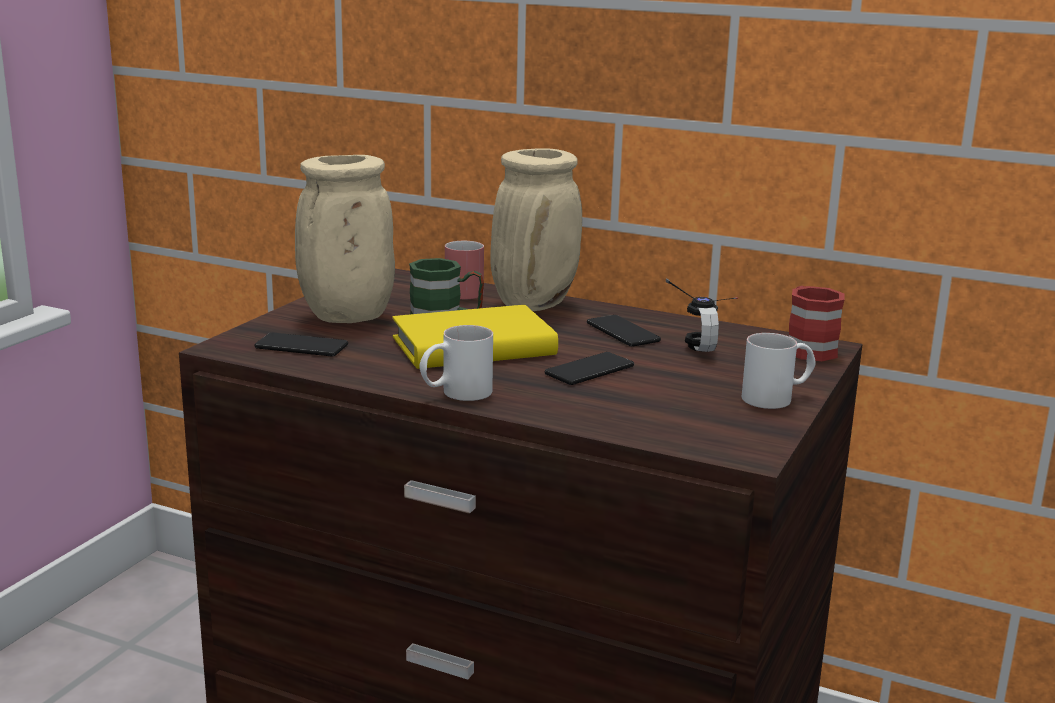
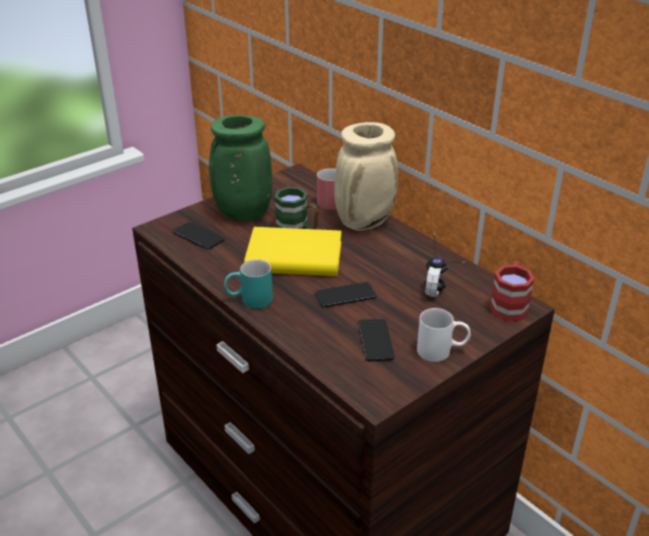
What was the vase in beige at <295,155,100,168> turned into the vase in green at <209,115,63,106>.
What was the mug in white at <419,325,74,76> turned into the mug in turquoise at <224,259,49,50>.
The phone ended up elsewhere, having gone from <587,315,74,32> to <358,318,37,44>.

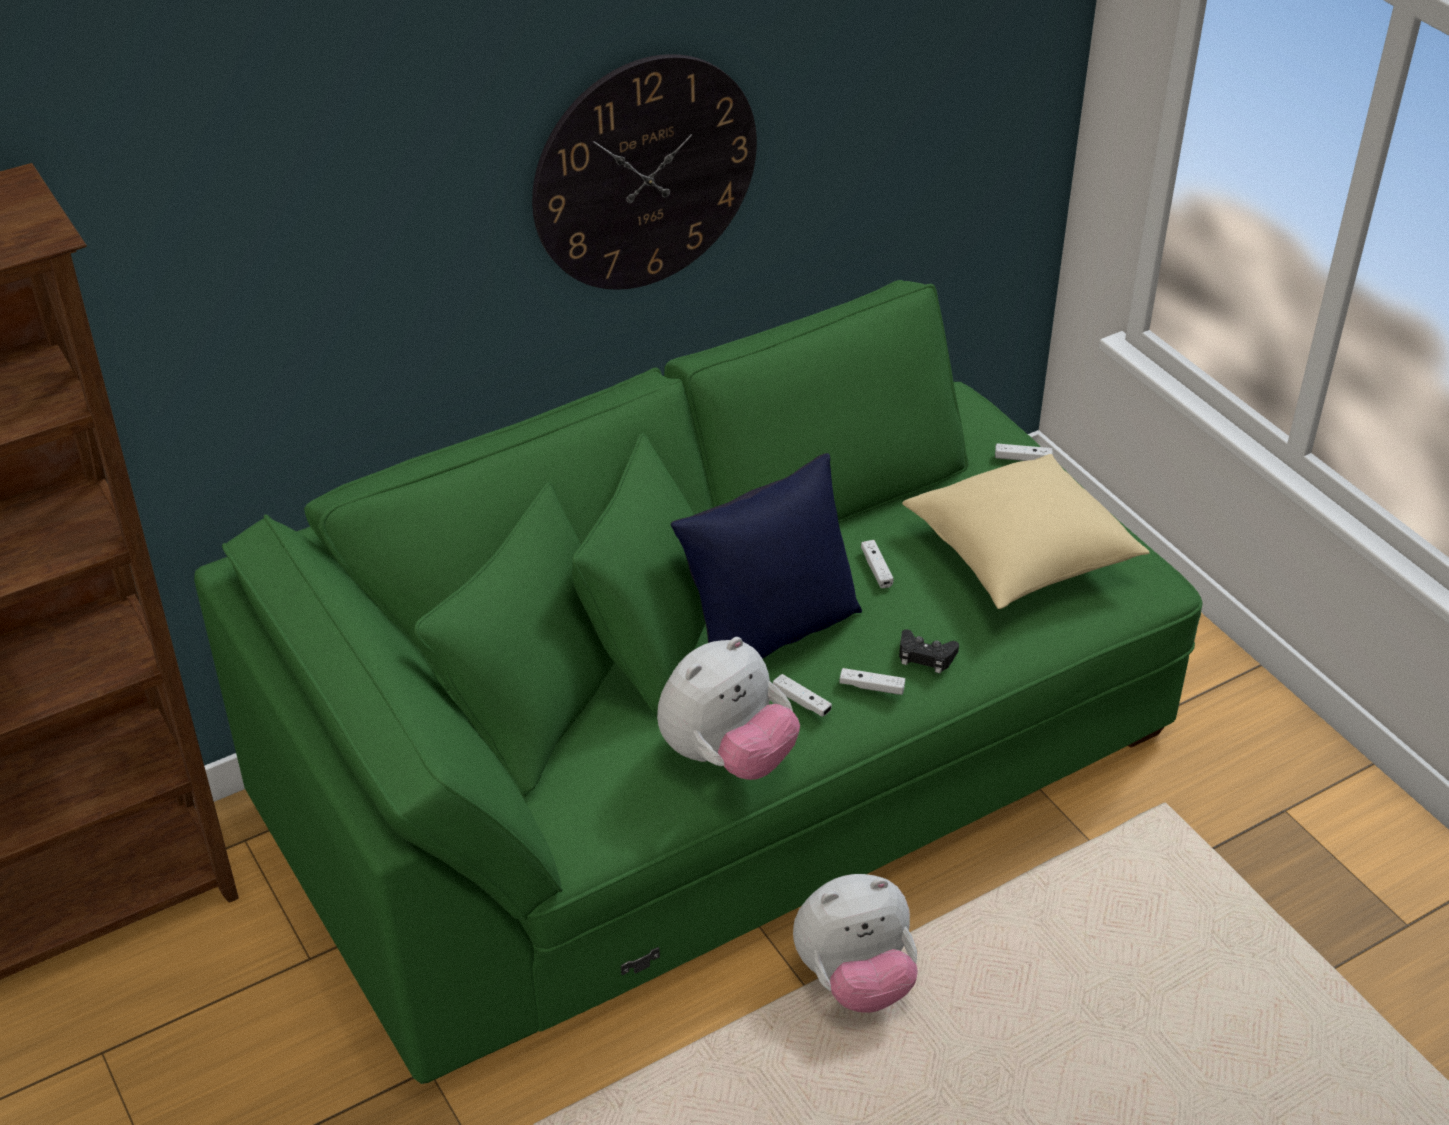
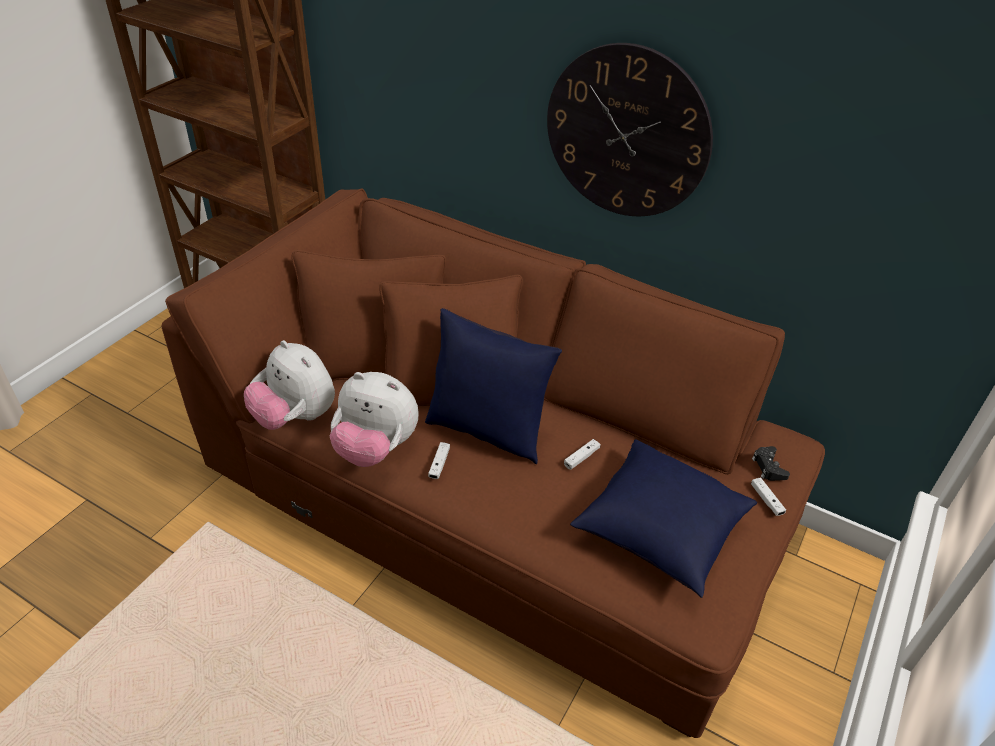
What was the sofa in green at <194,280,1009,804> turned into the sofa in brown at <161,188,664,550>.
The plush toy ended up elsewhere, having gone from <793,874,125,139> to <244,340,91,90>.
What was the pillow in beige at <902,454,248,155> turned into the pillow in blue at <570,439,187,159>.
The game controller in black ended up elsewhere, having gone from <899,629,60,44> to <752,446,38,35>.
The second view lost the game controller in white at <839,668,66,27>.

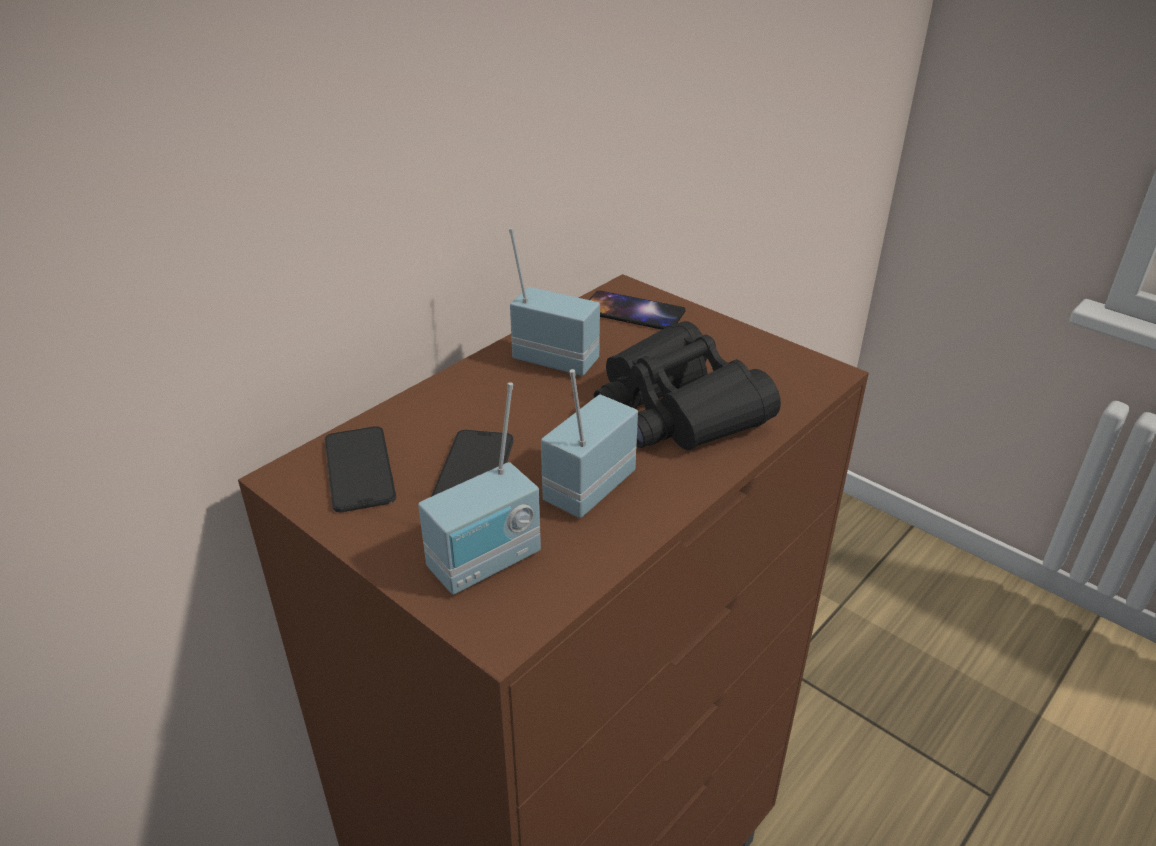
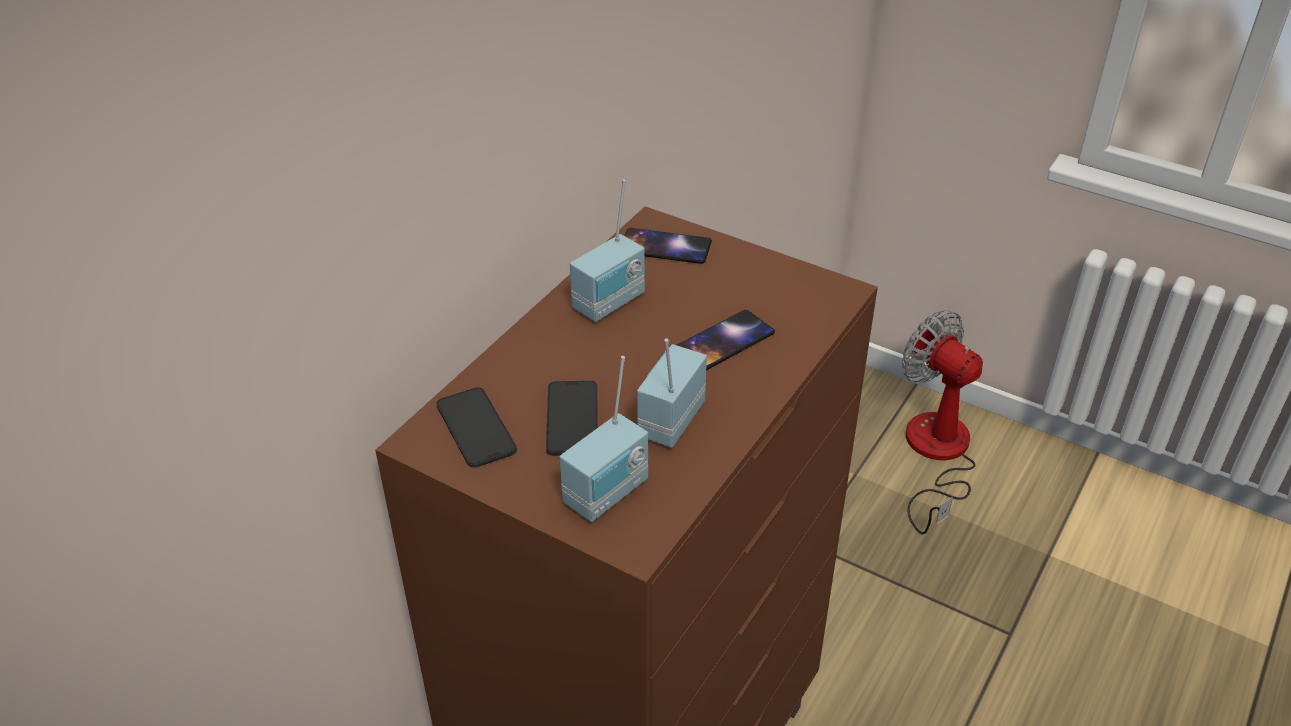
The radio at <509,228,91,148> ended up facing another way, 120 degrees clockwise from before.
Where the binoculars in black stood at <594,321,187,129>, the phone came to stand at <677,310,98,60>.
The second view gained the fan at <902,310,81,224>.

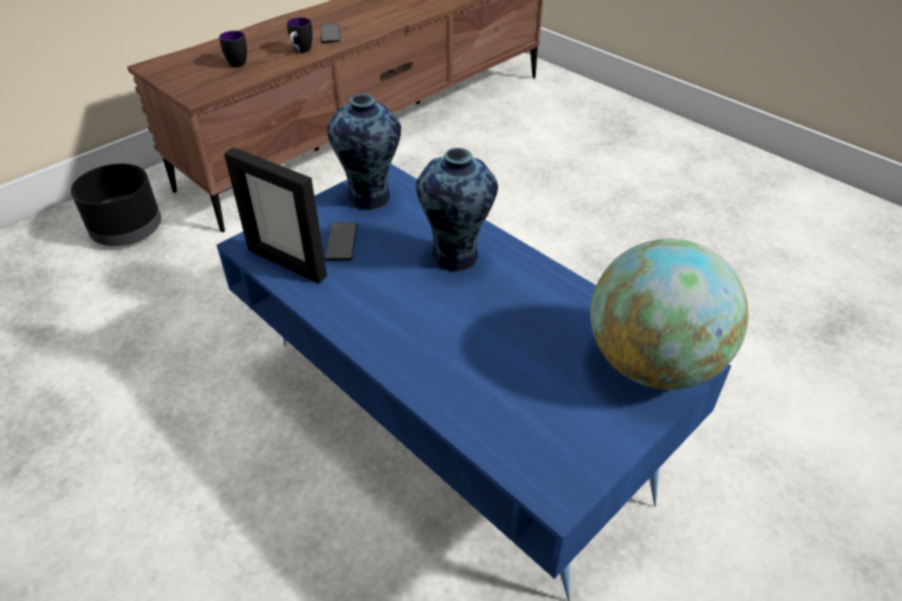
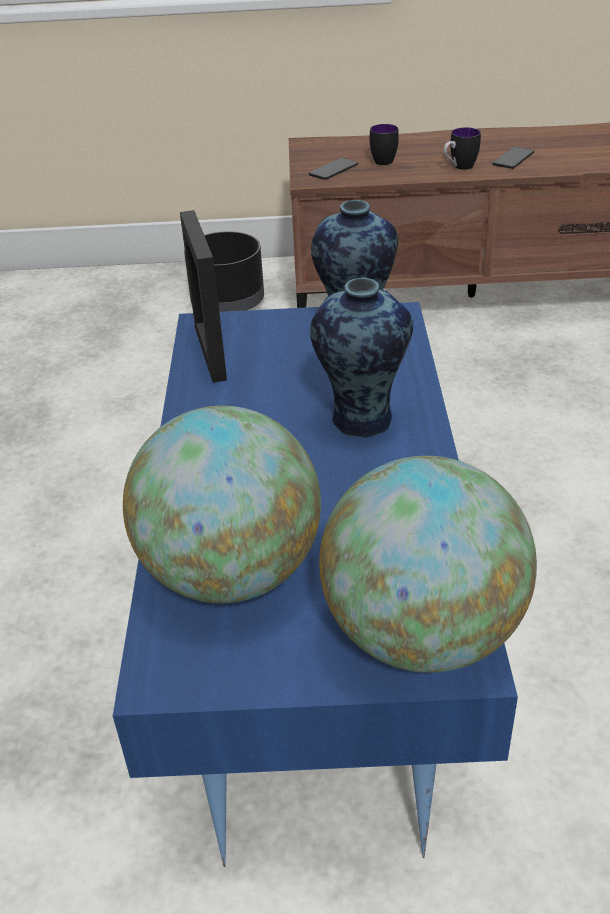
The second view gained the globe at <123,406,198,197>.
The phone ended up elsewhere, having gone from <325,222,32,39> to <309,158,49,22>.

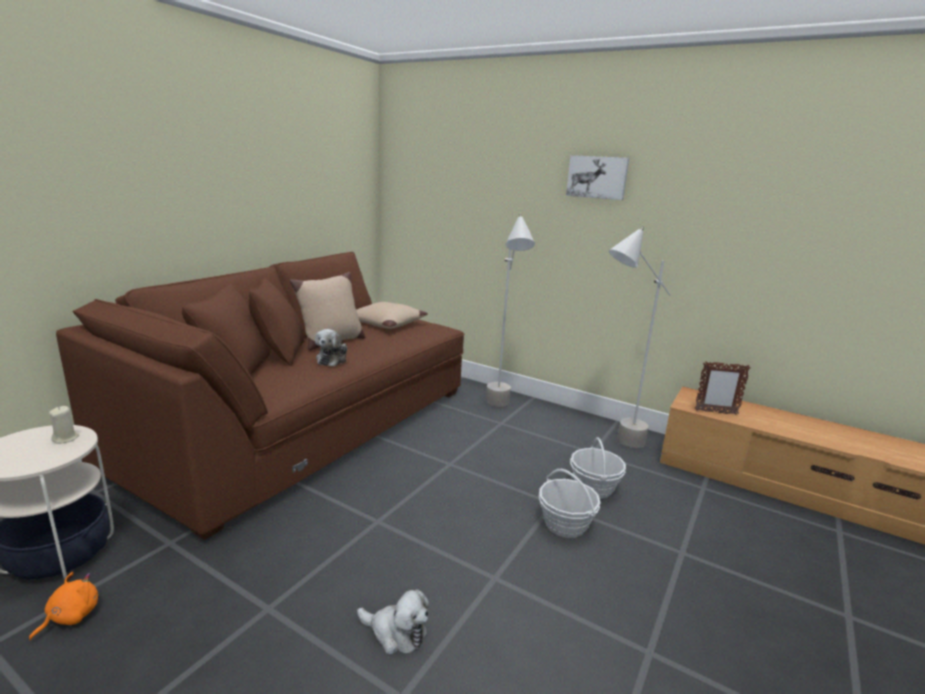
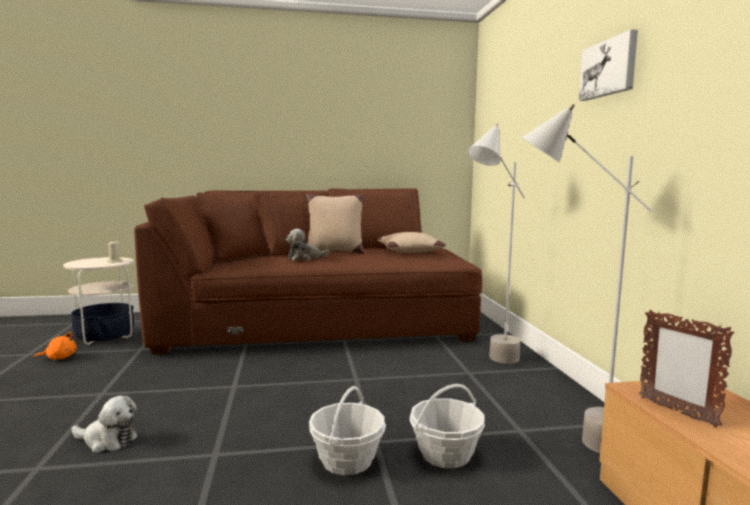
The plush toy at <357,589,72,66> ended up facing another way, 60 degrees counterclockwise from before.

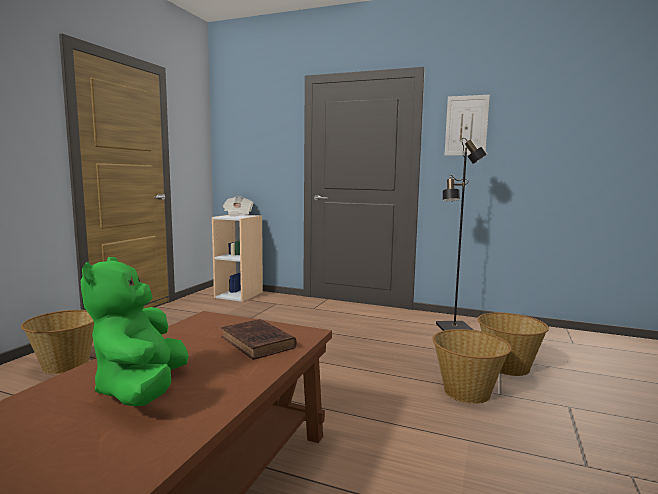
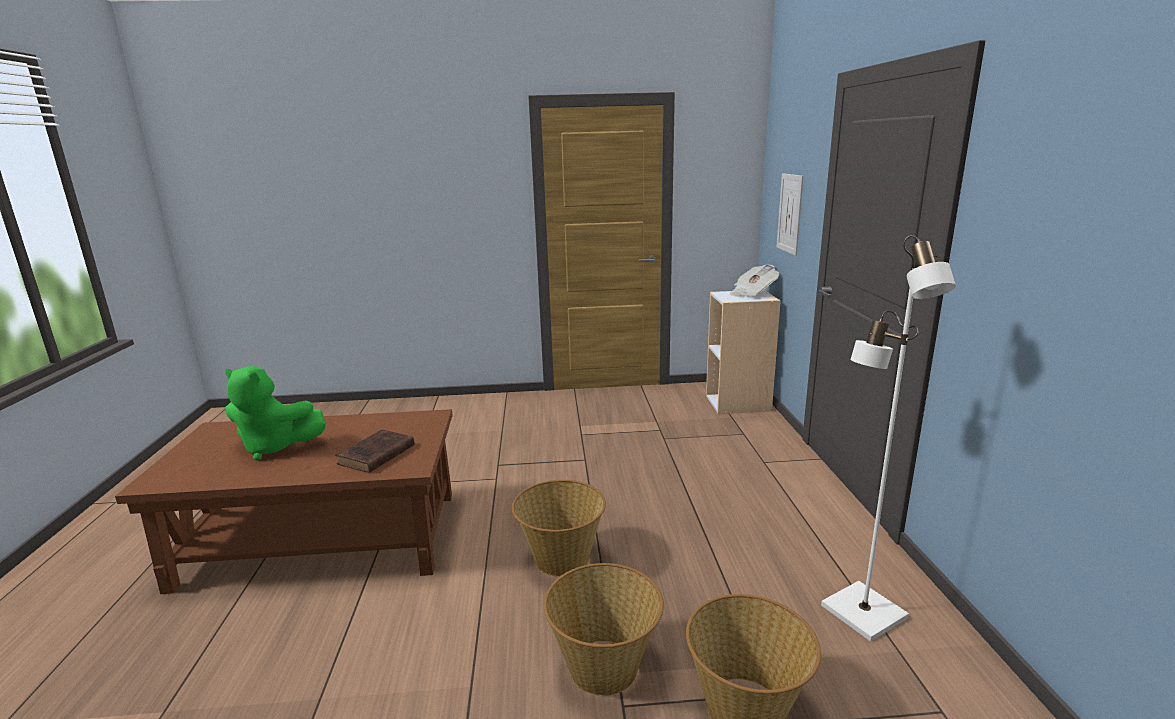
The plush toy in green at <81,257,108,149> ended up facing another way, 135 degrees counterclockwise from before.
The basket ended up elsewhere, having gone from <21,310,73,64> to <512,480,94,97>.
The picture ended up elsewhere, having gone from <445,95,45,61> to <777,173,27,83>.
What was the floor lamp in black at <436,138,51,193> turned into the floor lamp in white at <821,235,135,407>.

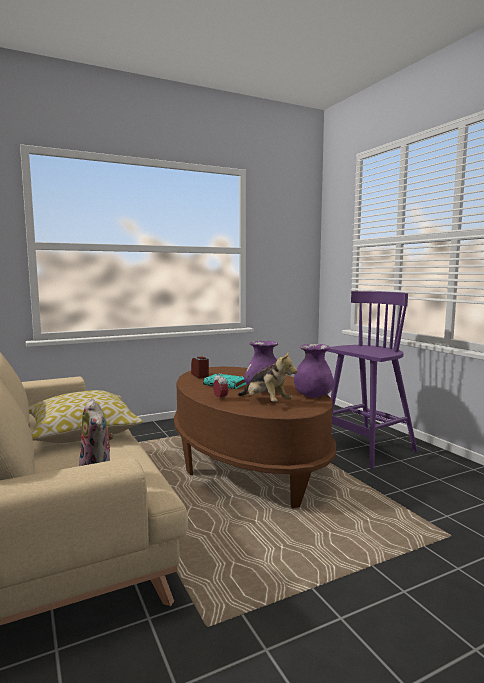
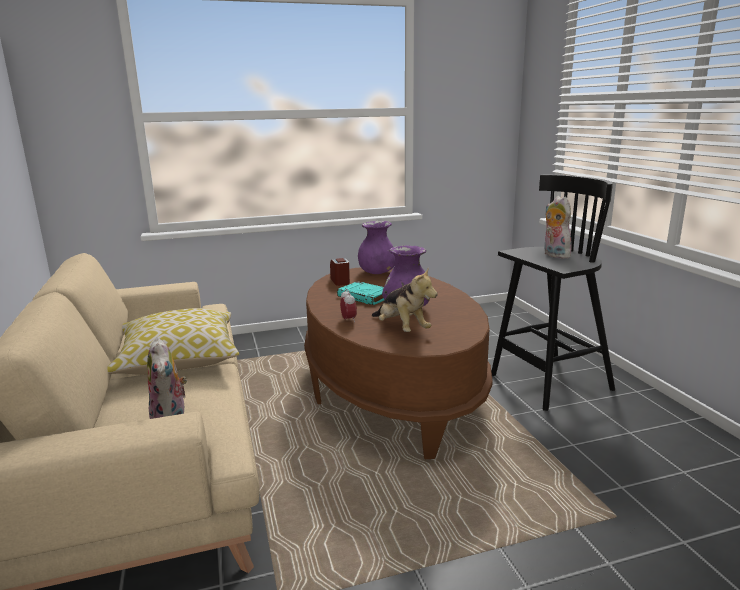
The vase in purple ended up elsewhere, having gone from <294,344,40,54> to <358,221,37,53>.
What was the stool in purple at <327,291,91,178> turned into the stool in black at <491,175,124,236>.
The second view gained the plush toy at <544,196,28,63>.

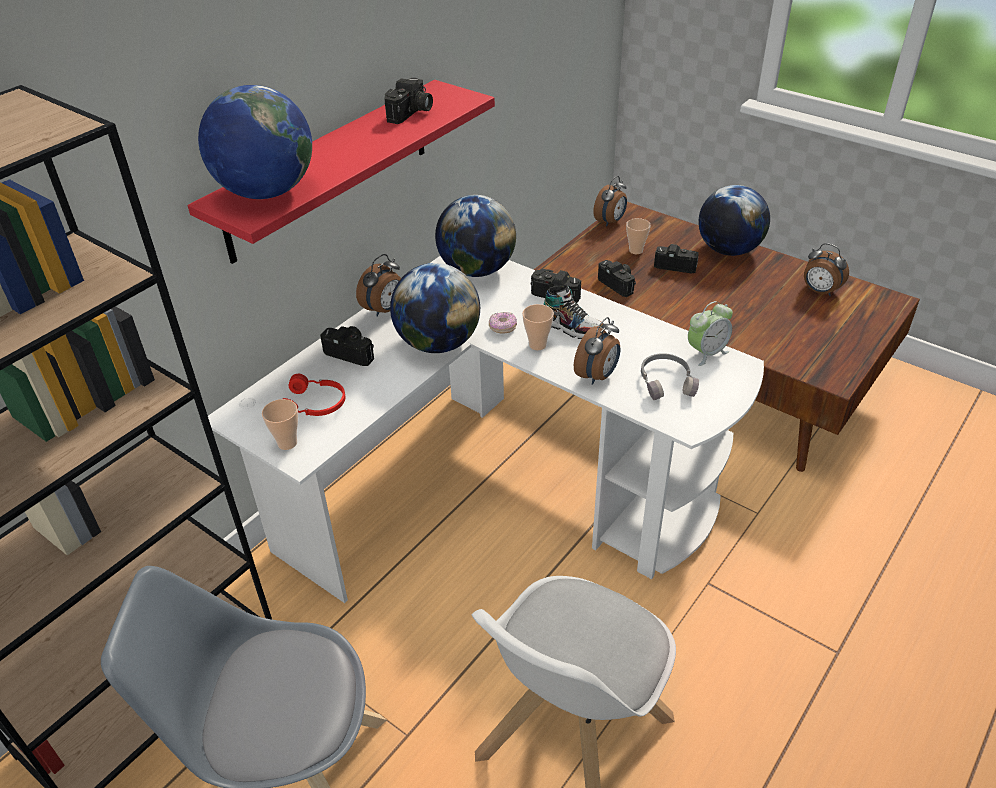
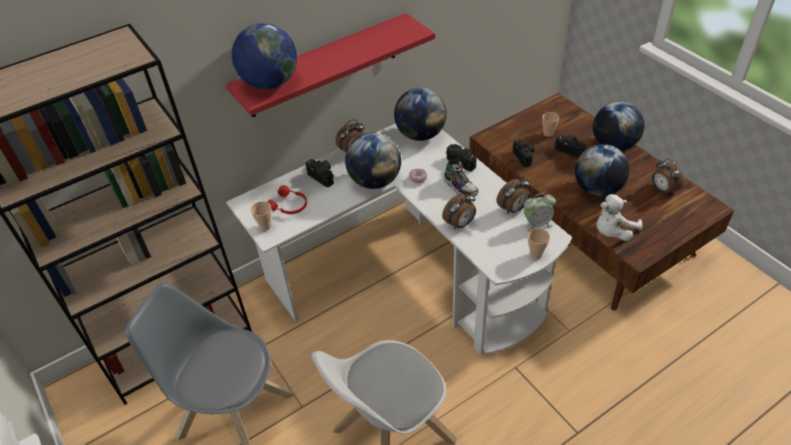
The alarm clock ended up elsewhere, having gone from <593,176,34,51> to <496,176,34,38>.
The cup ended up elsewhere, having gone from <522,304,32,46> to <528,228,22,31>.
The second view gained the globe at <575,144,54,53>.
The second view gained the plush toy in white at <596,194,46,47>.
The second view lost the photo camera at <385,78,48,46>.
The second view lost the headphones in grey at <641,353,58,47>.

